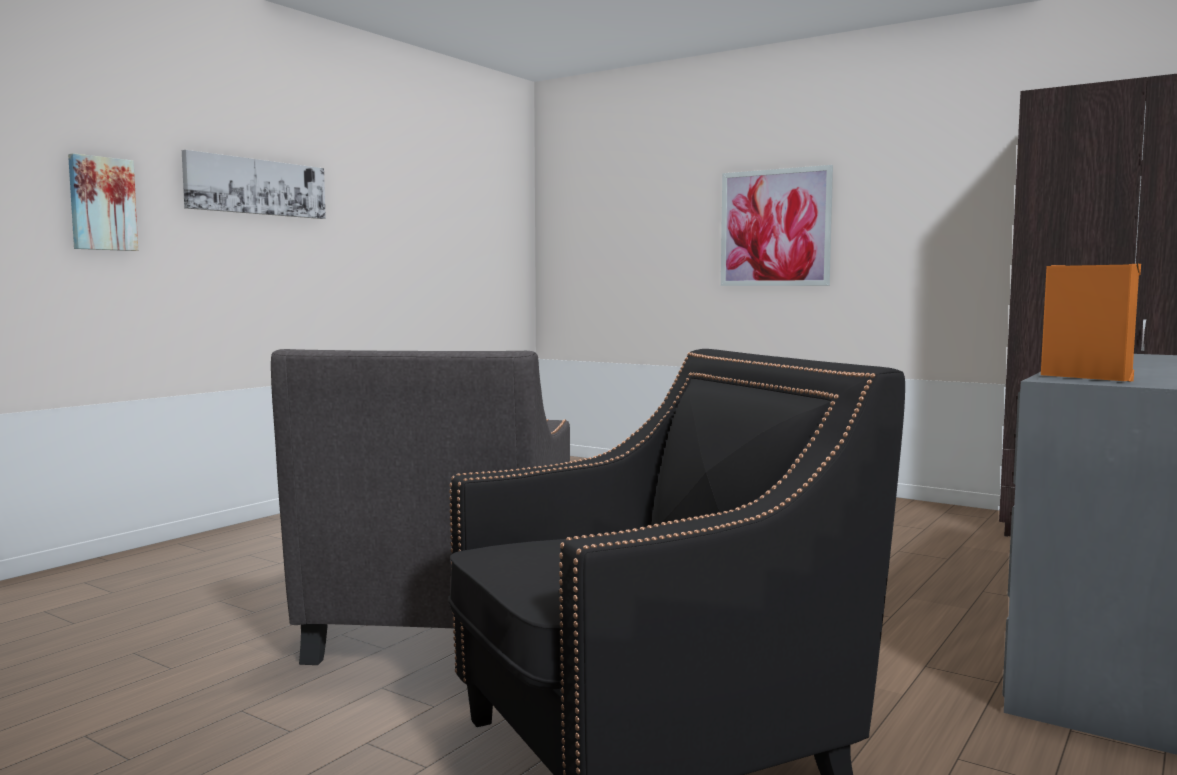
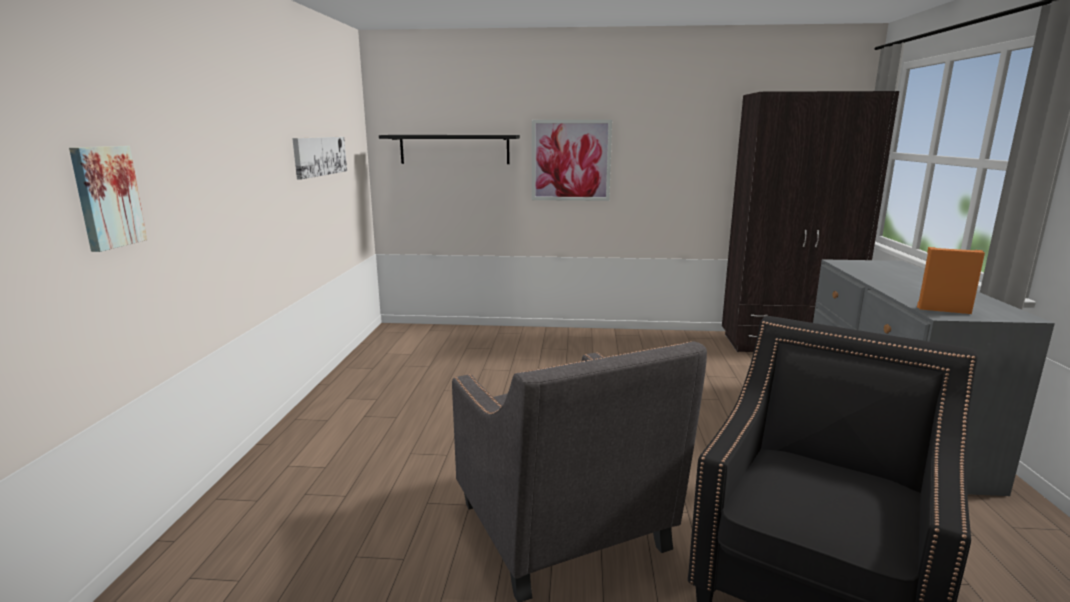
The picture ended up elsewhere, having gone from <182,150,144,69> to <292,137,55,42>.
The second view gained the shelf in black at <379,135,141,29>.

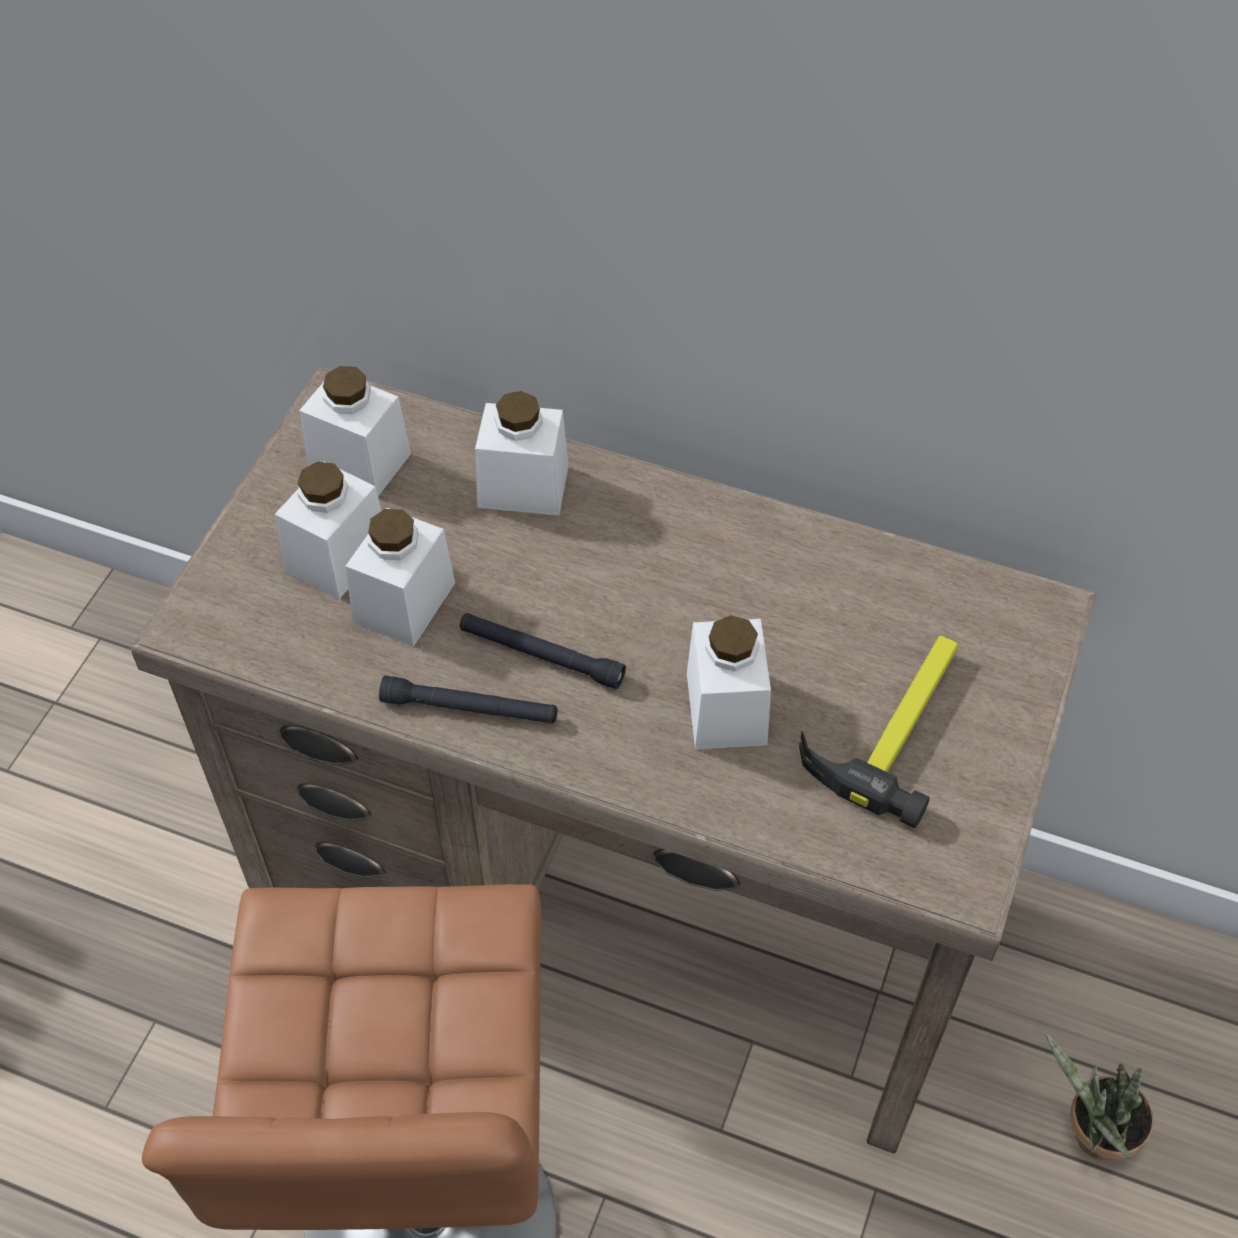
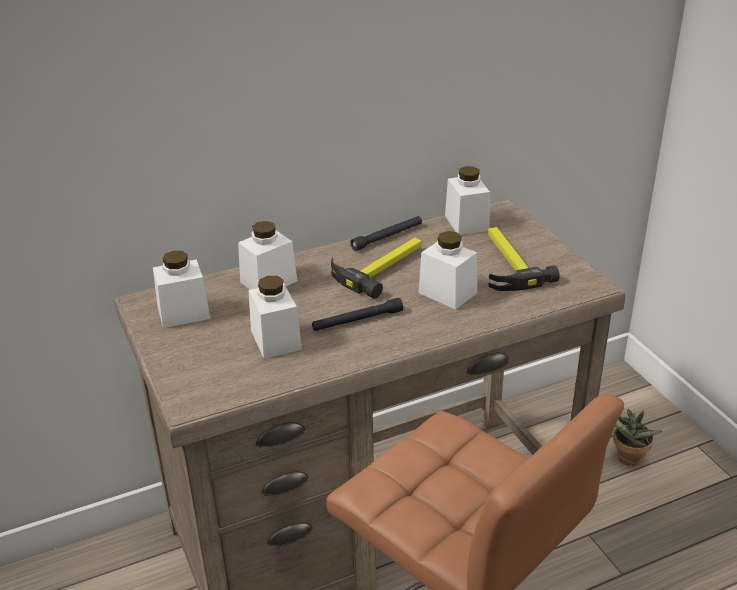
The second view gained the hammer at <331,237,91,62>.
The flashlight in black ended up elsewhere, having gone from <379,676,178,48> to <350,216,72,35>.
The jar in white ended up elsewhere, having gone from <274,462,108,137> to <445,166,45,69>.

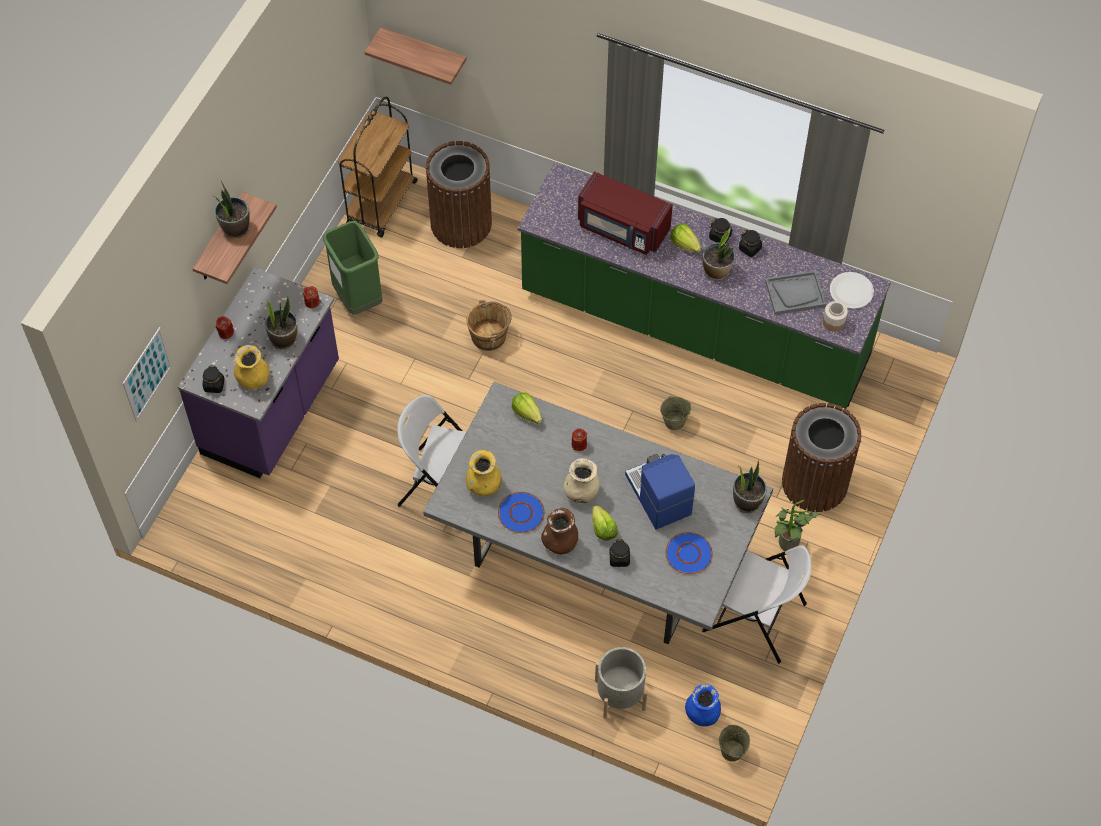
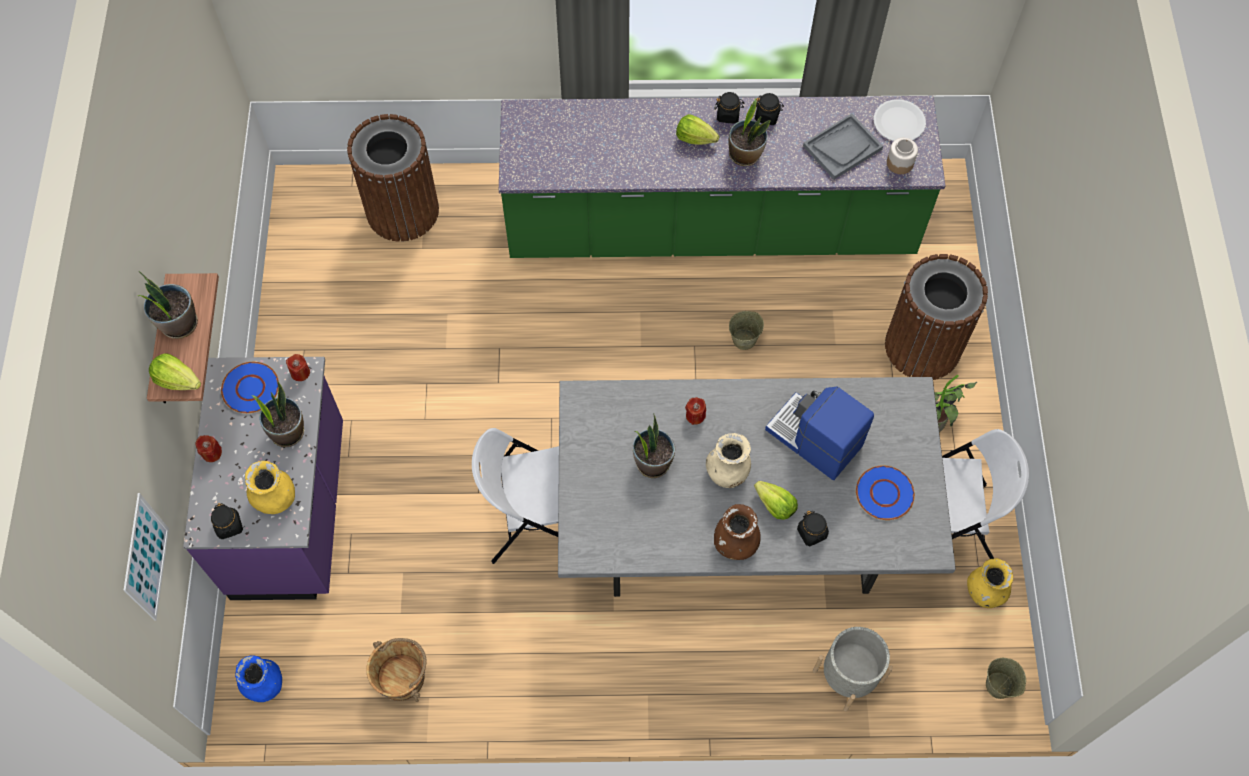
The lettuce ended up elsewhere, having gone from <512,392,30,32> to <149,353,52,37>.
The plate in blue ended up elsewhere, having gone from <498,492,47,41> to <221,362,58,51>.
The vase in blue ended up elsewhere, having gone from <685,684,36,42> to <235,655,47,47>.
The bucket in brown ended up elsewhere, having gone from <466,300,46,51> to <366,638,60,64>.
The potted plant ended up elsewhere, having gone from <733,459,34,54> to <633,414,42,64>.
The vase in yellow ended up elsewhere, having gone from <466,450,36,46> to <967,558,46,50>.
The second view lost the trash can in green at <323,221,59,94>.
The second view lost the cart in brown at <338,97,80,141>.
The second view lost the shelf at <365,27,102,58>.
The second view lost the microwave in red at <578,171,95,84>.

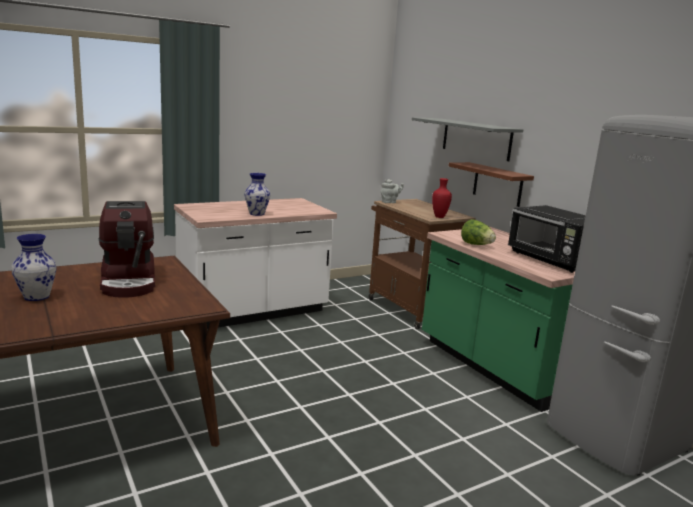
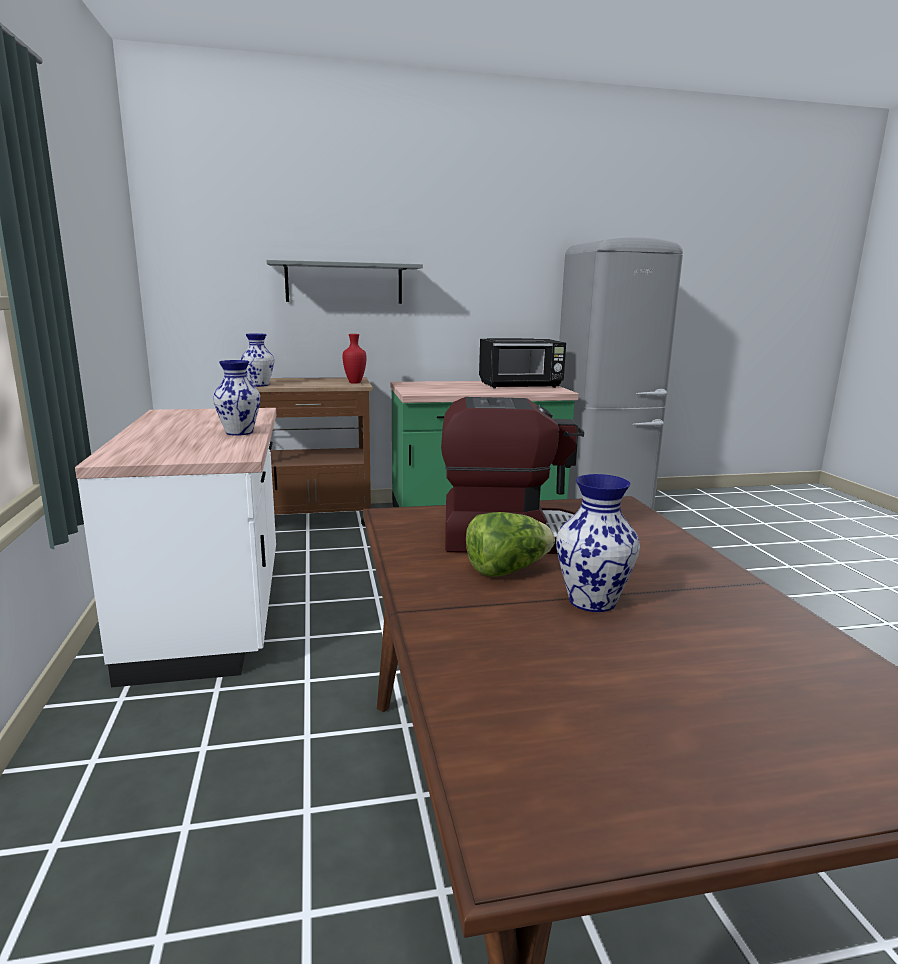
Where the teapot in grey stood at <381,179,23,24>, the vase came to stand at <241,333,33,54>.
The lettuce ended up elsewhere, having gone from <461,219,35,26> to <466,512,89,65>.
The second view lost the shelf in brown at <448,162,86,45>.

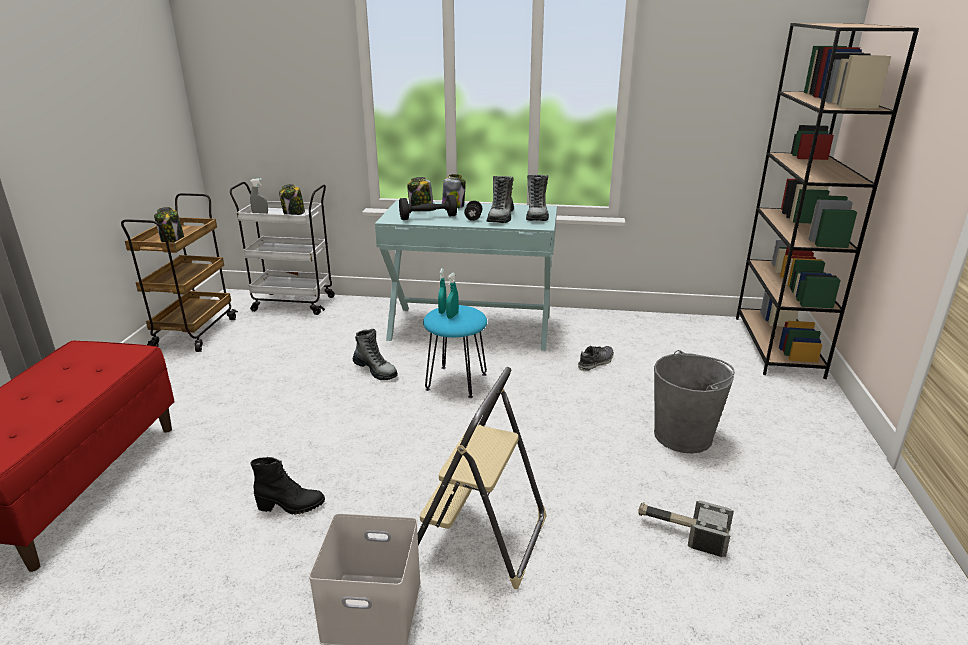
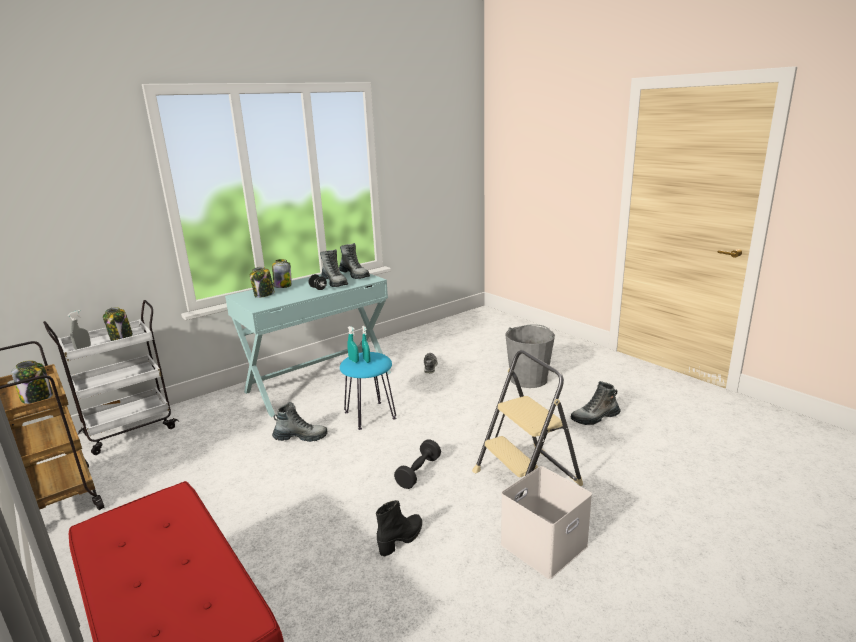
The dumbbell in black ended up elsewhere, having gone from <399,195,58,25> to <394,439,47,50>.
Where the hammer stood at <638,501,96,56>, the boot came to stand at <571,381,50,44>.
The second view lost the bookcase in beige at <736,23,183,356>.

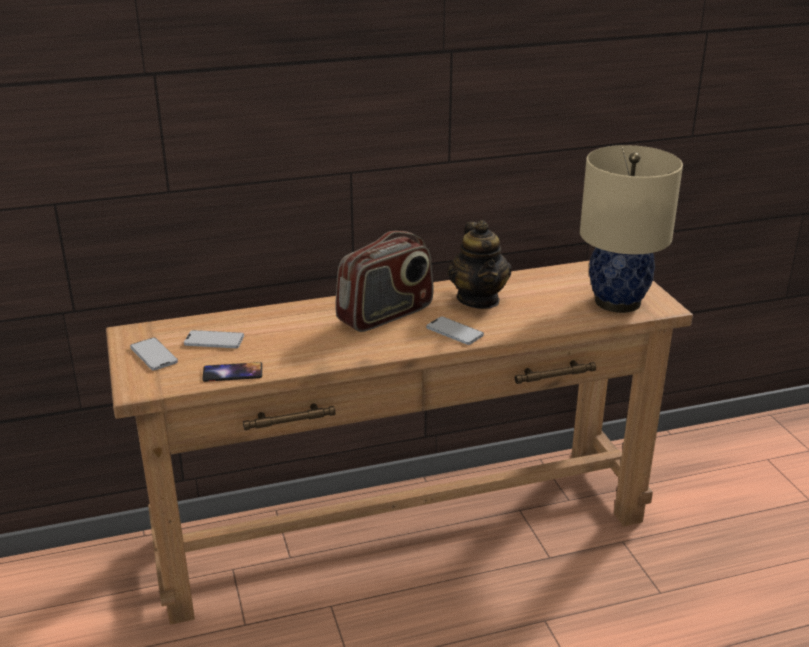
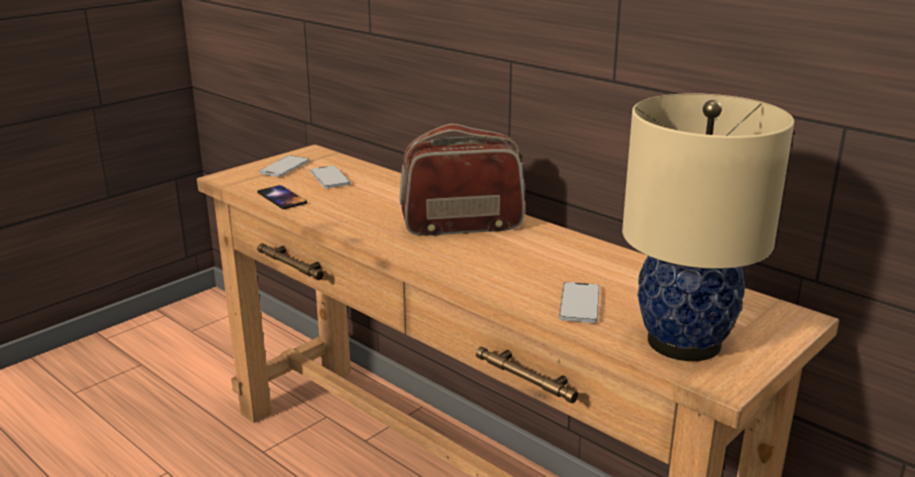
The radio at <335,231,98,101> ended up facing another way, 150 degrees clockwise from before.
The phone ended up elsewhere, having gone from <426,317,58,28> to <559,282,41,41>.
The second view lost the teapot at <448,220,64,89>.

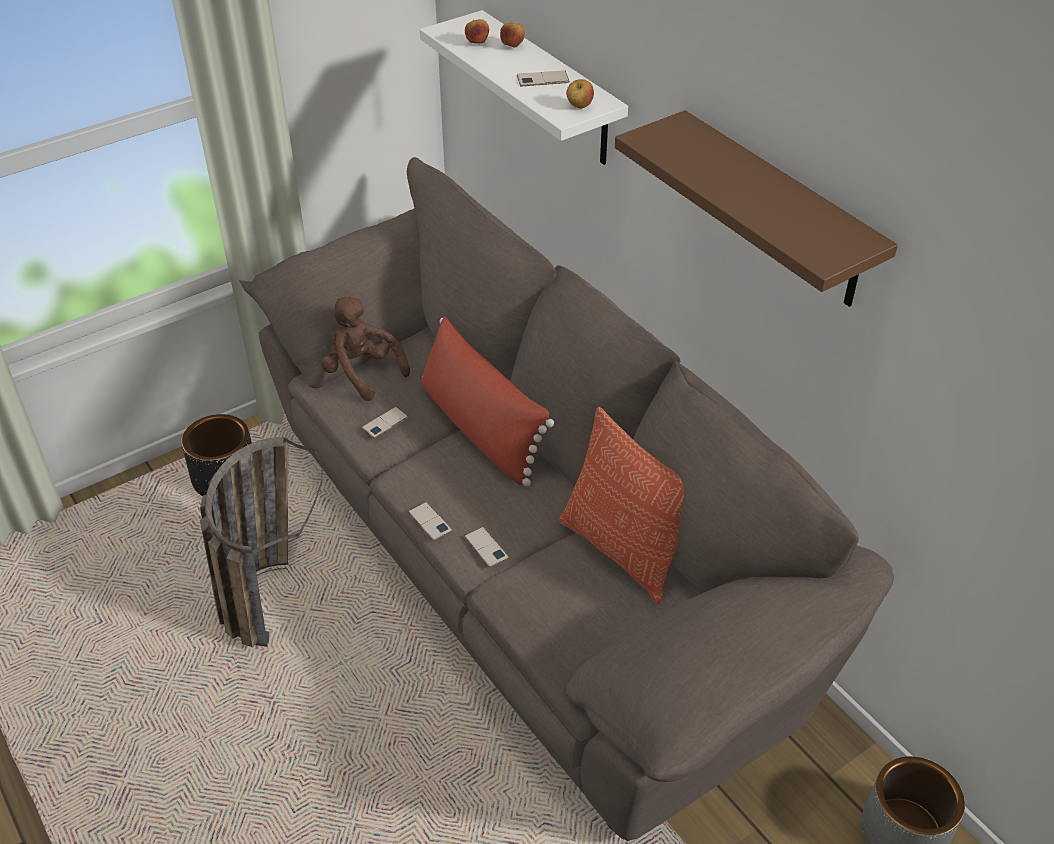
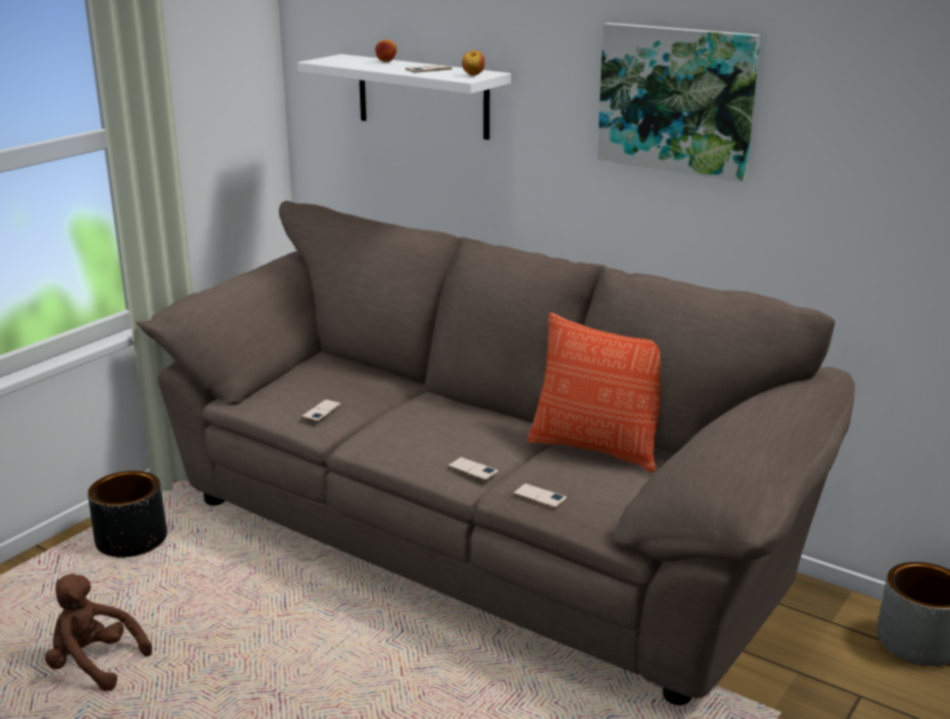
The plush toy in brown ended up elsewhere, having gone from <321,297,89,104> to <45,574,107,117>.
The phone ended up elsewhere, having gone from <408,502,44,39> to <513,483,54,25>.
Where the shelf in brown hung at <615,110,283,197>, the picture came to hang at <597,23,164,159>.
The second view lost the basket at <200,437,122,210>.
The second view lost the pillow in red at <421,316,133,170>.
The second view lost the apple at <465,19,24,25>.

